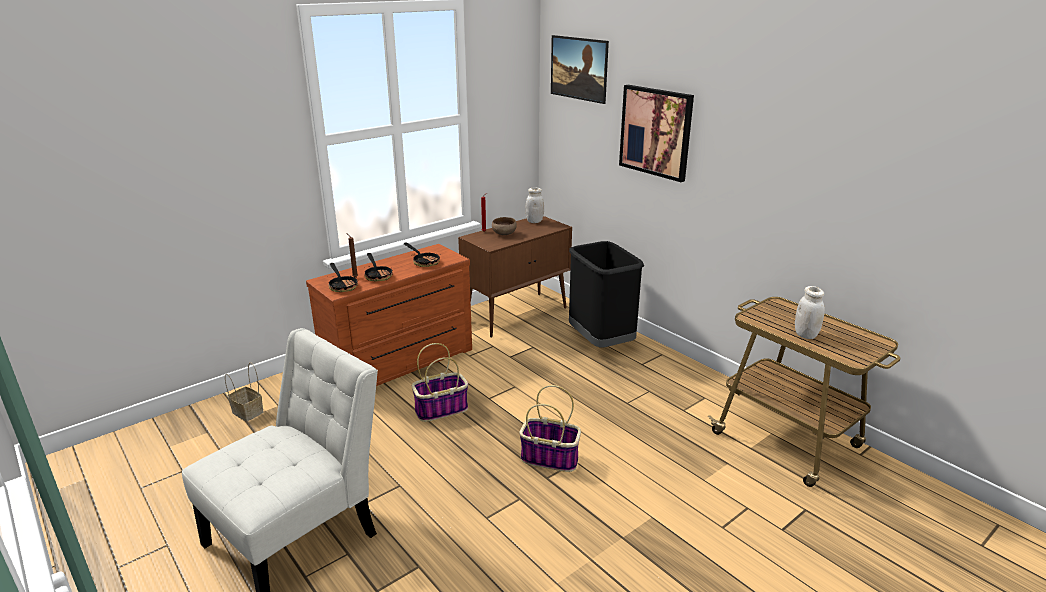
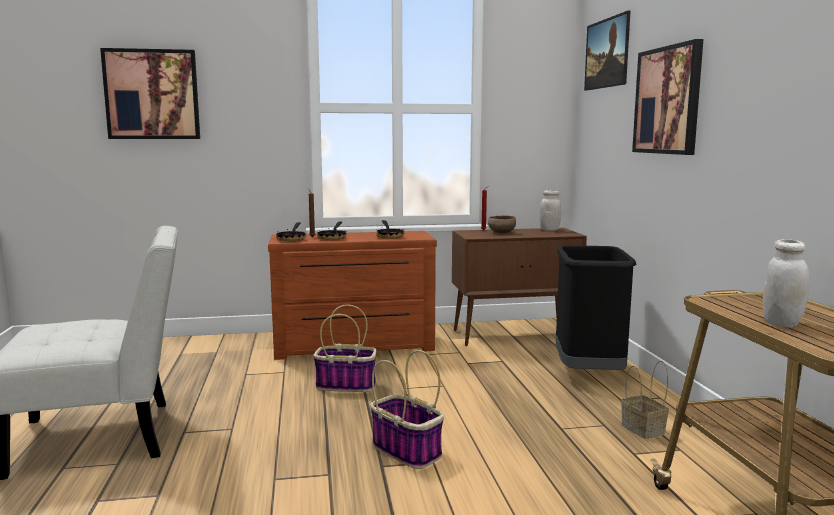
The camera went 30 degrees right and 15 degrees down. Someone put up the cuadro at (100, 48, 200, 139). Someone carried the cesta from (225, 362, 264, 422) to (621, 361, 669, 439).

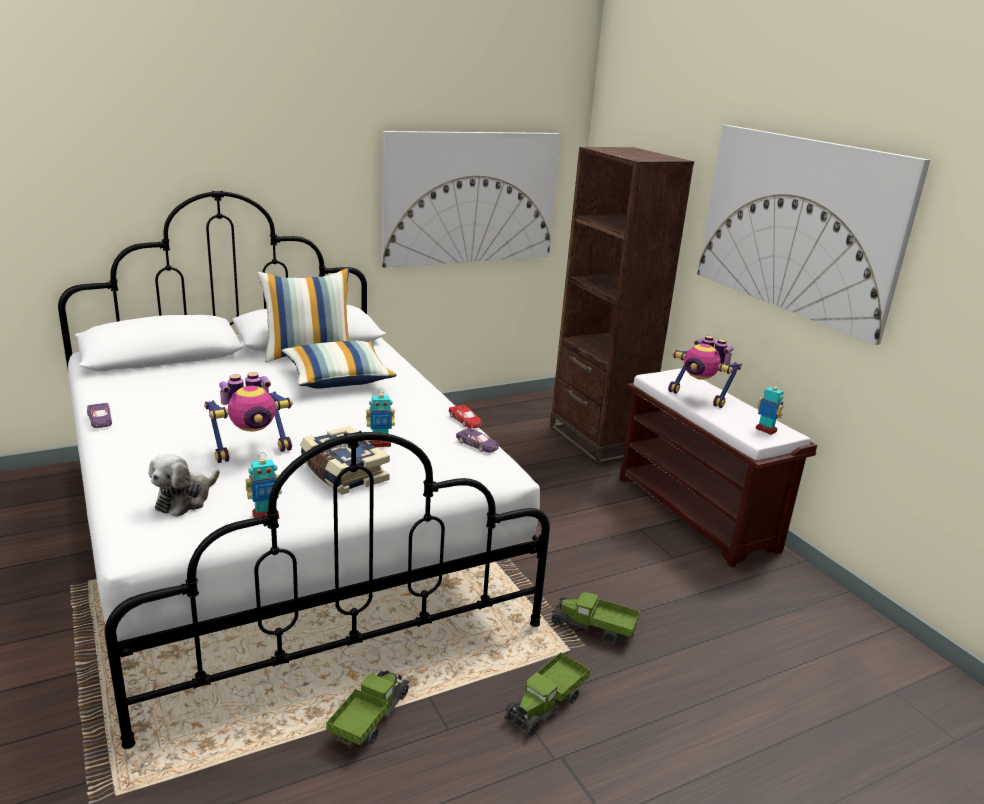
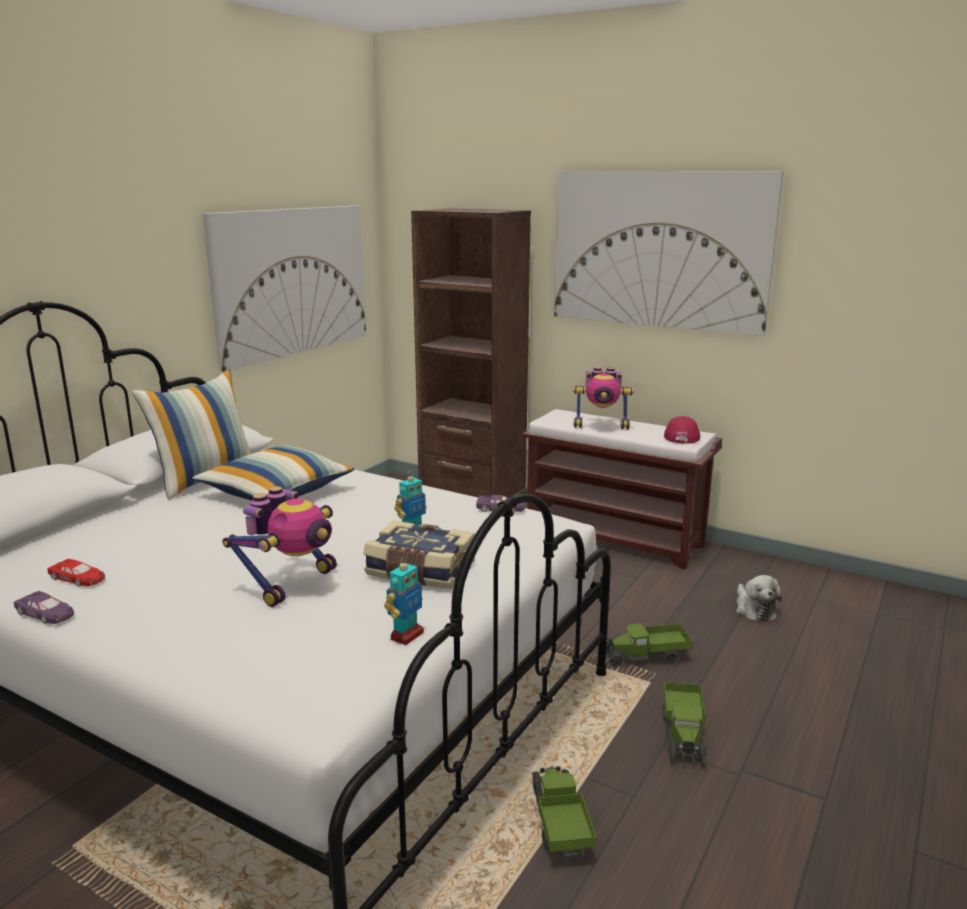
The camera went 30 degrees left and 5 degrees down. Someone carried the peluche from (149, 454, 220, 517) to (736, 575, 782, 622). Someone carried the coche de juguete (rojo) from (449, 405, 482, 428) to (47, 559, 105, 587). Someone swapped the robot de juguete at (756, 383, 783, 435) for the gorra (rojo) at (664, 416, 700, 444).

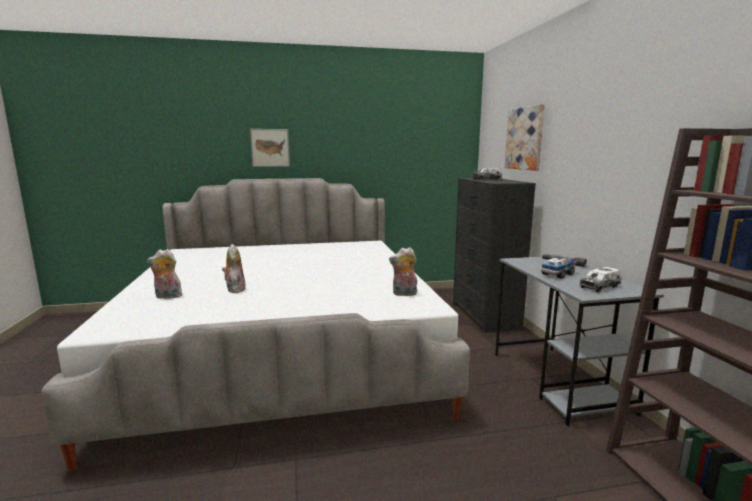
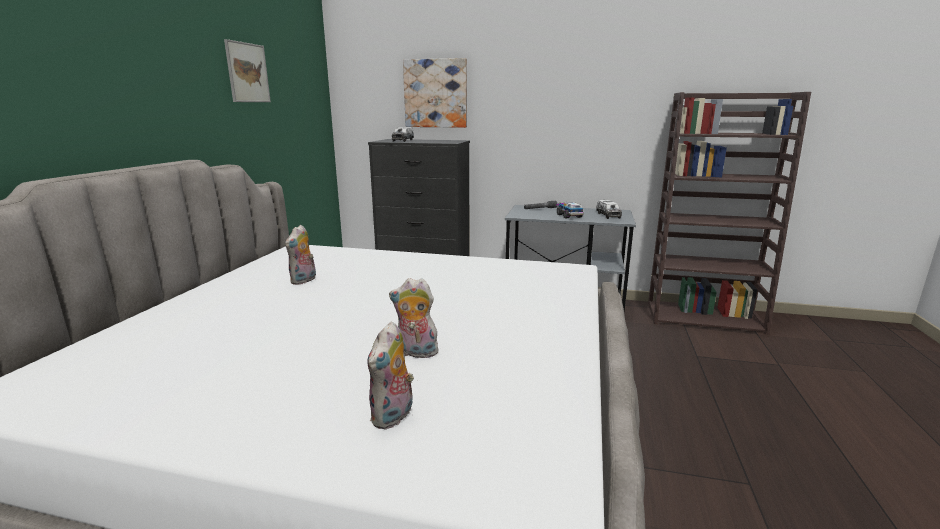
The camera went 65 degrees left and 5 degrees up. Someone carried the cuadro from (250, 129, 290, 167) to (224, 39, 271, 102). Someone carried the peluche from (389, 247, 417, 296) to (285, 225, 316, 285).

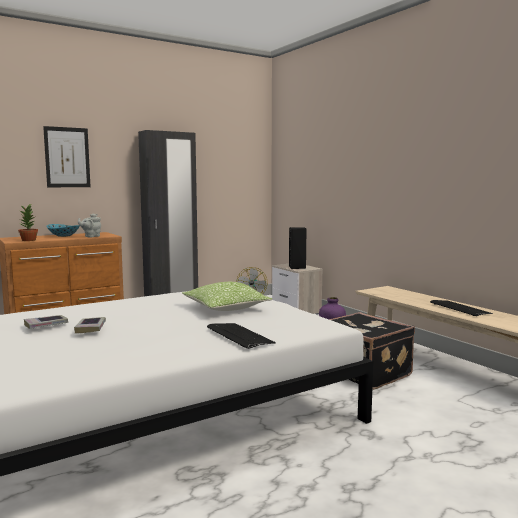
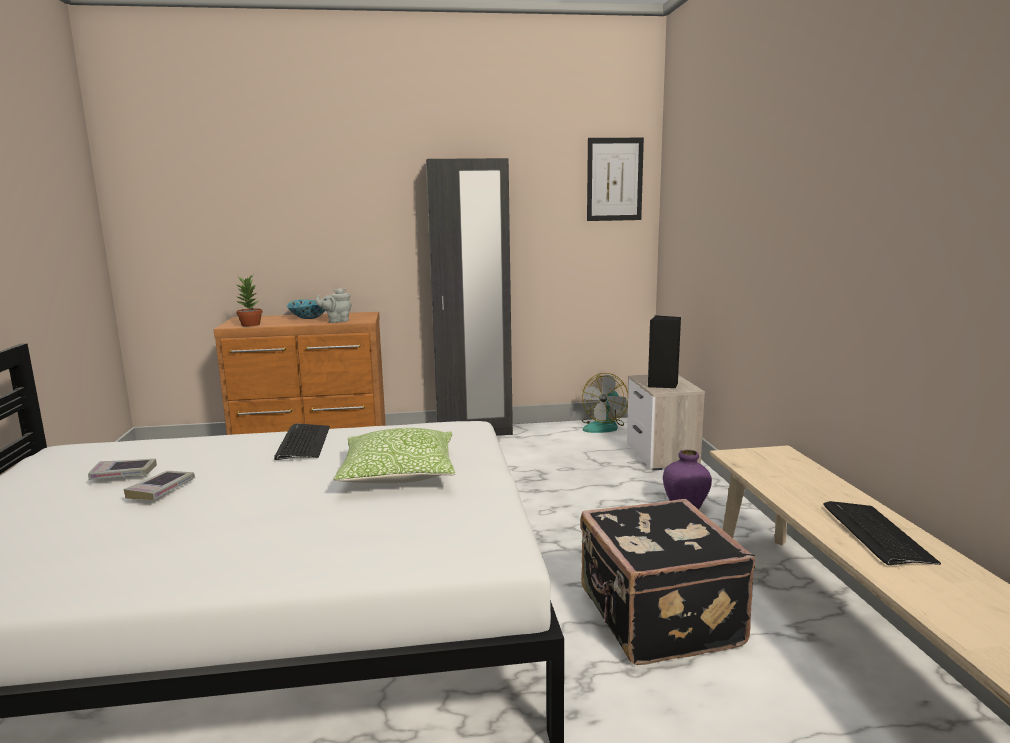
The camera went 25 degrees right and 5 degrees up. Someone carried the cuadro from (43, 126, 91, 187) to (587, 138, 644, 221). Someone carried the teclado from (207, 323, 276, 349) to (274, 423, 330, 460).

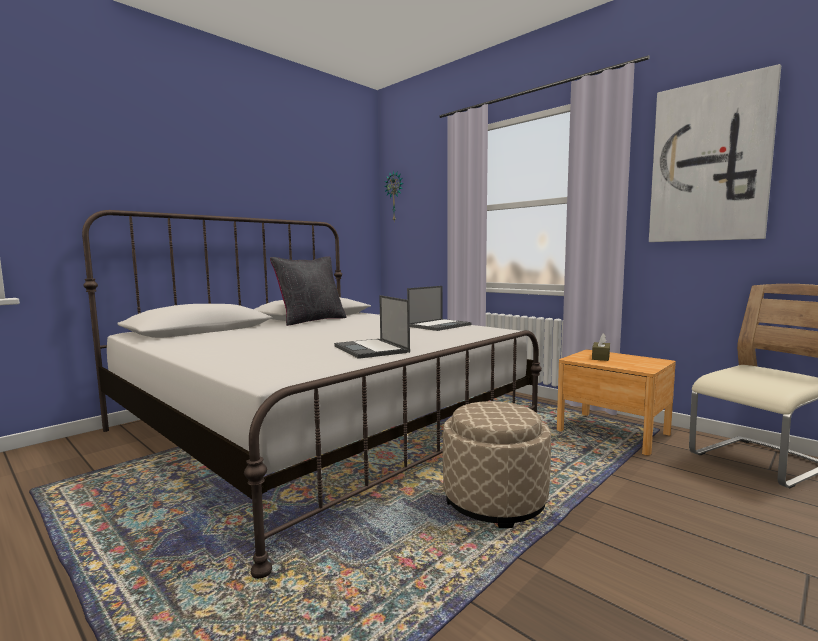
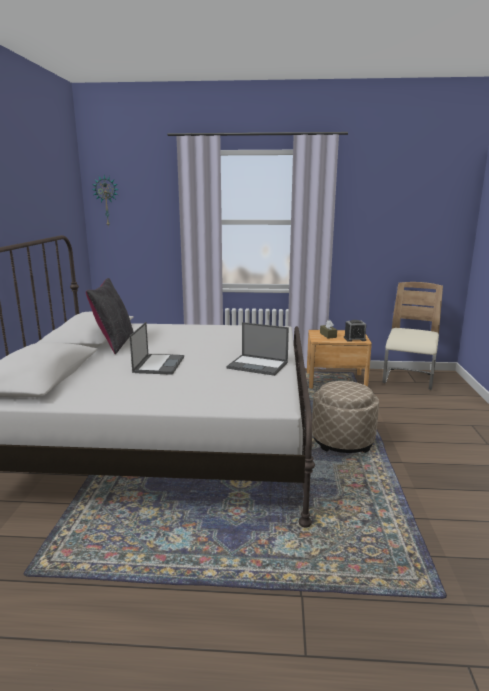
The camera went 40 degrees left and 10 degrees up. Someone took away the cuadro at (649, 64, 781, 242). Someone put down the despertador at (344, 320, 366, 342). Someone carried the portátil from (407, 286, 472, 331) to (130, 322, 184, 375).

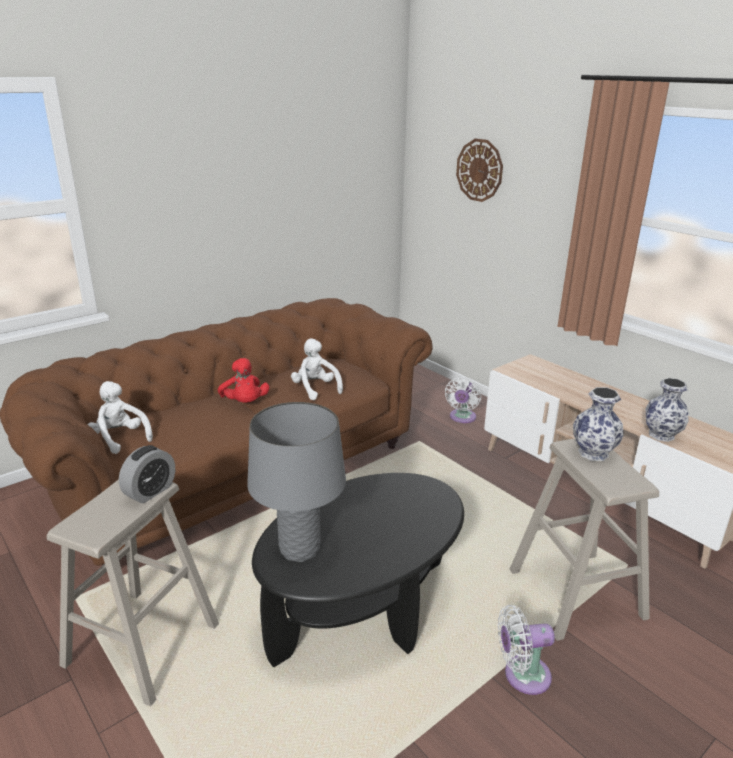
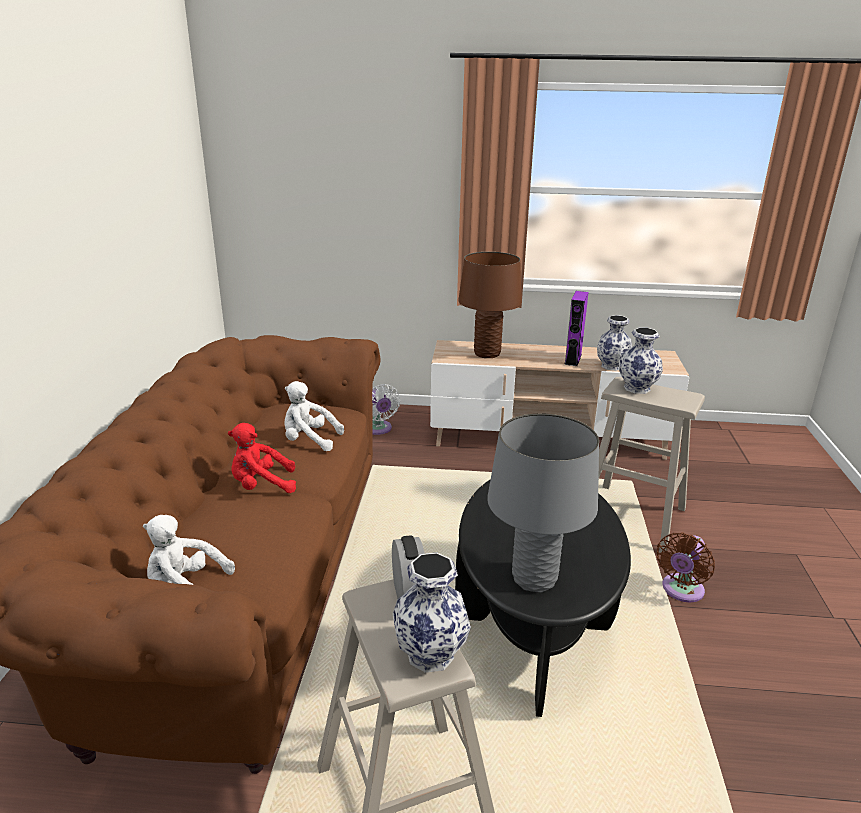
The camera went 45 degrees left and 0 degrees up. Someone took away the reloj de pared at (456, 138, 503, 202). Someone put down the florero at (393, 552, 471, 673). Someone put down the lámpara de mesa (marrón) at (458, 252, 522, 358). Someone put down the altavoz (morado) at (564, 291, 589, 366). Someone repainted the ventilador (blanco) at (498, 605, 555, 695), which became the ventilador (marrón) at (657, 532, 715, 602). Someone rotated the peluche (rojo) at (218, 358, 270, 403) by 150 degrees clockwise.

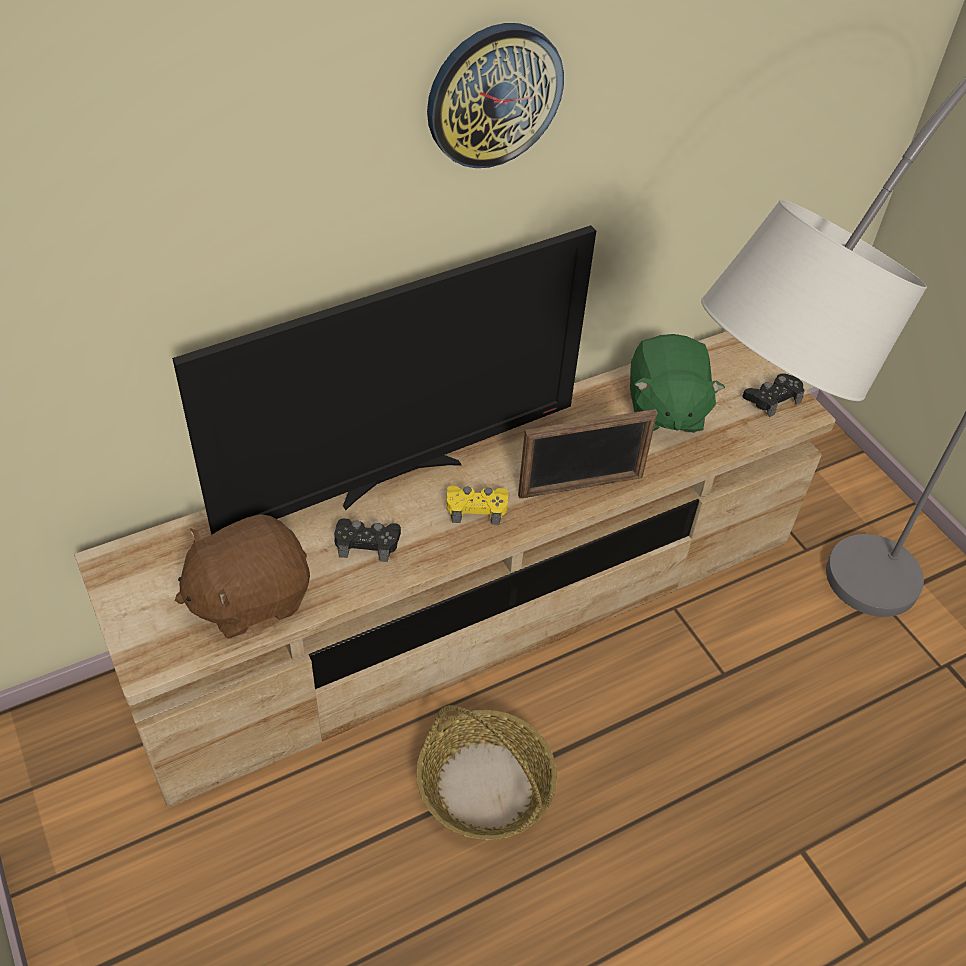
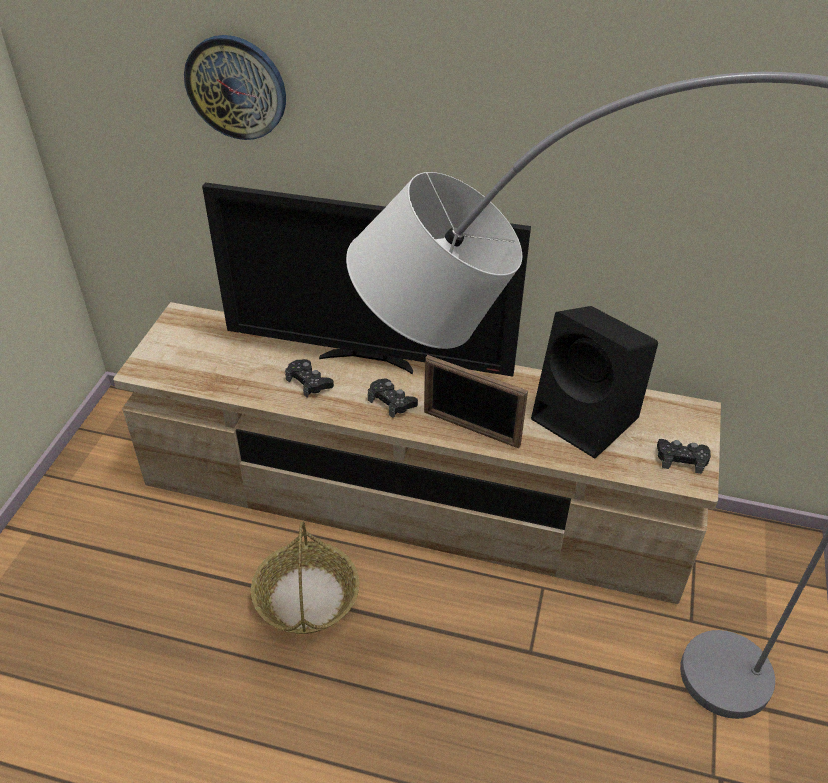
The camera went 45 degrees right and 5 degrees down. Someone took away the peluche (marrón) at (175, 514, 310, 639). Someone carried the reloj de pared from (427, 23, 564, 168) to (184, 35, 286, 140). Someone swapped the peluche (verde) at (630, 334, 725, 433) for the altavoz (negro) at (531, 306, 658, 458). Someone repainted the mando de consola (amarillo) at (446, 486, 508, 525), which became the mando de consola (negro) at (368, 379, 418, 418).

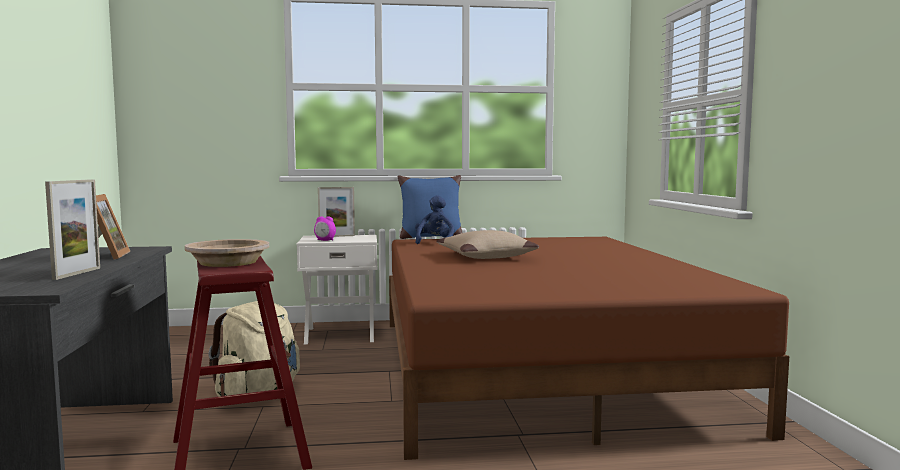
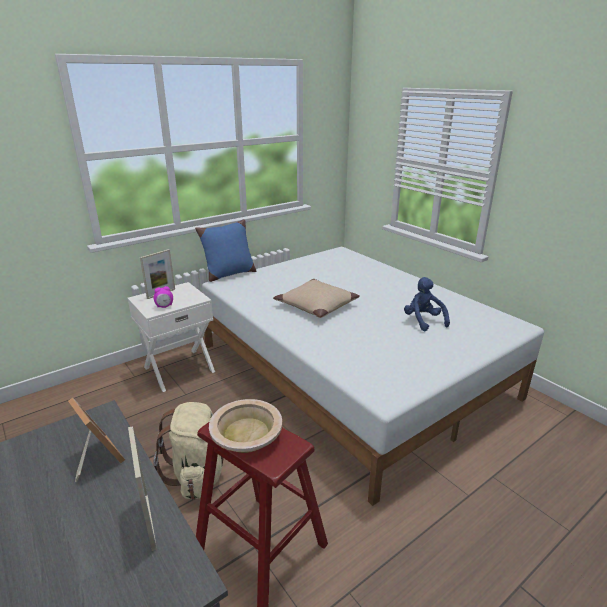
The camera went 30 degrees left and 20 degrees up. Someone carried the peluche (azul) from (415, 195, 454, 244) to (404, 277, 450, 331). Someone repainted the cama (marrón) at (389, 237, 789, 460), which became the cama (blanco) at (202, 247, 544, 506).

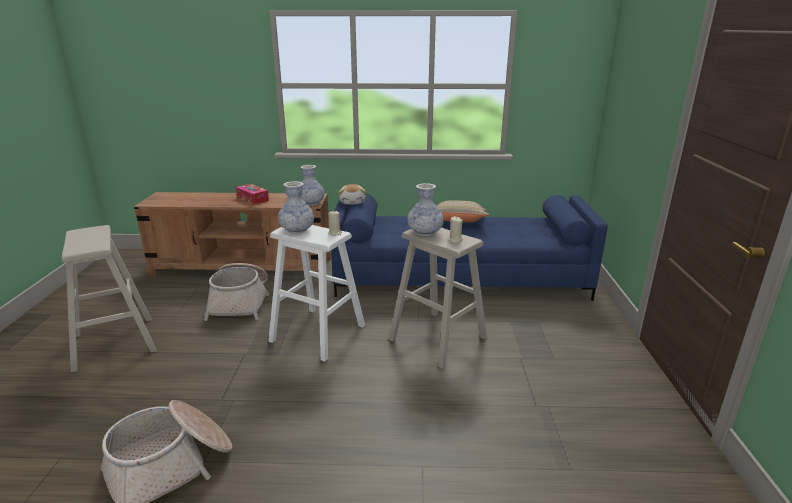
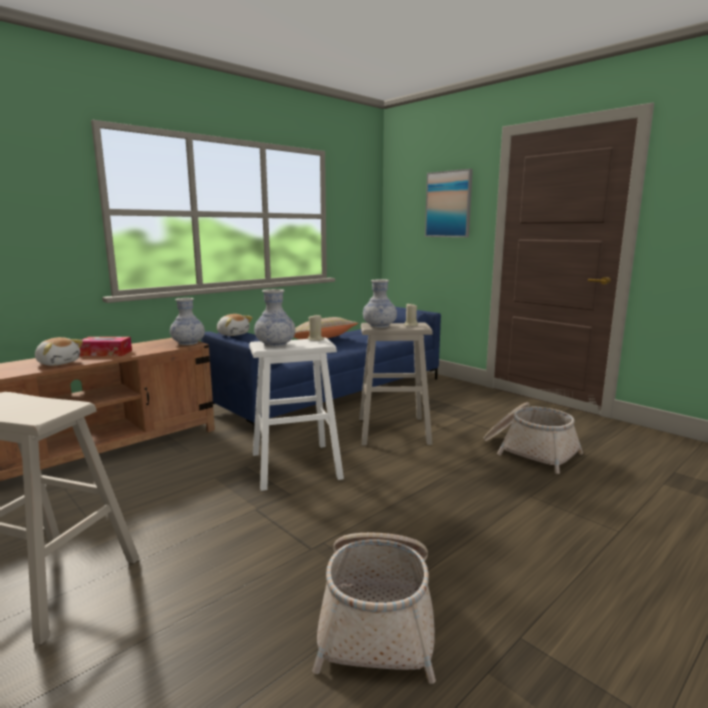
The camera went 45 degrees left and 10 degrees down. Someone put down the peluche at (35, 337, 83, 366). Someone put up the cuadro at (425, 169, 473, 237). Someone carried the cesta from (204, 263, 269, 321) to (483, 402, 583, 474).

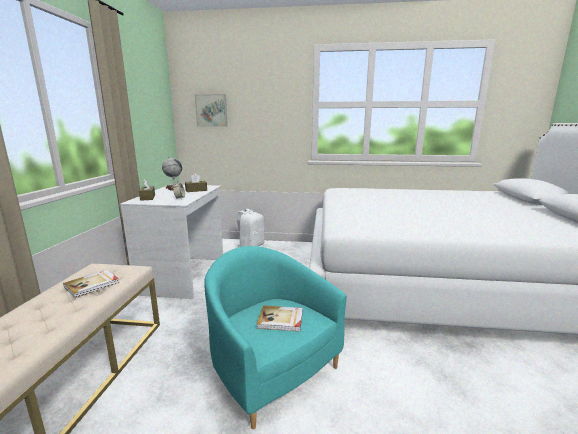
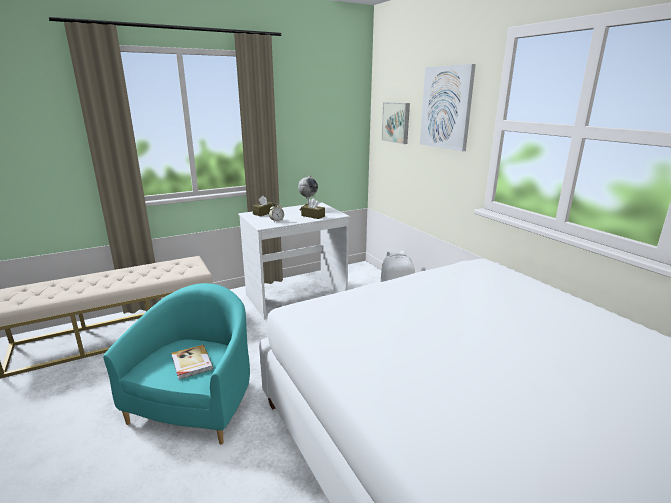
The camera went 55 degrees right and 5 degrees up. Someone took away the libro at (63, 270, 119, 298). Someone put up the cuadro at (420, 64, 476, 151).

